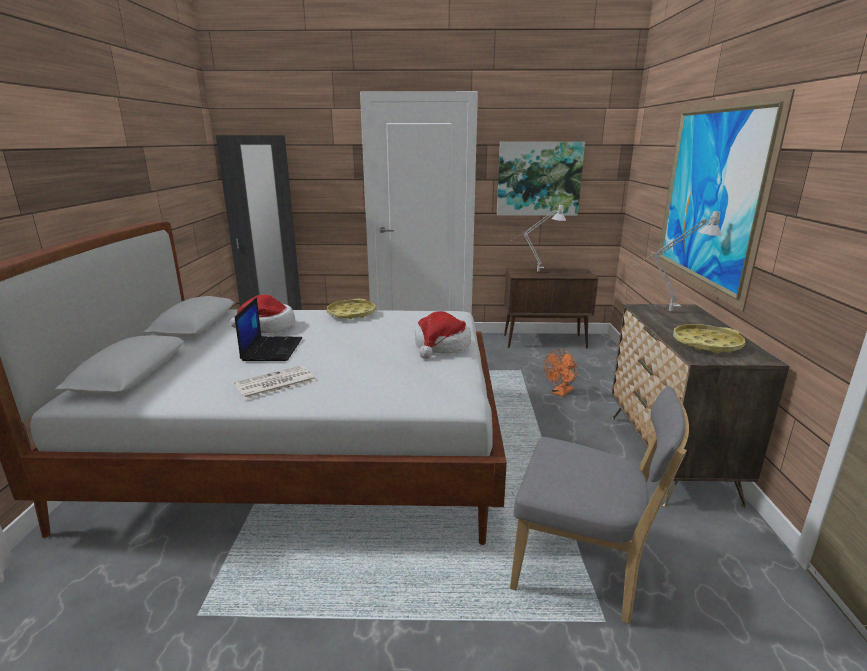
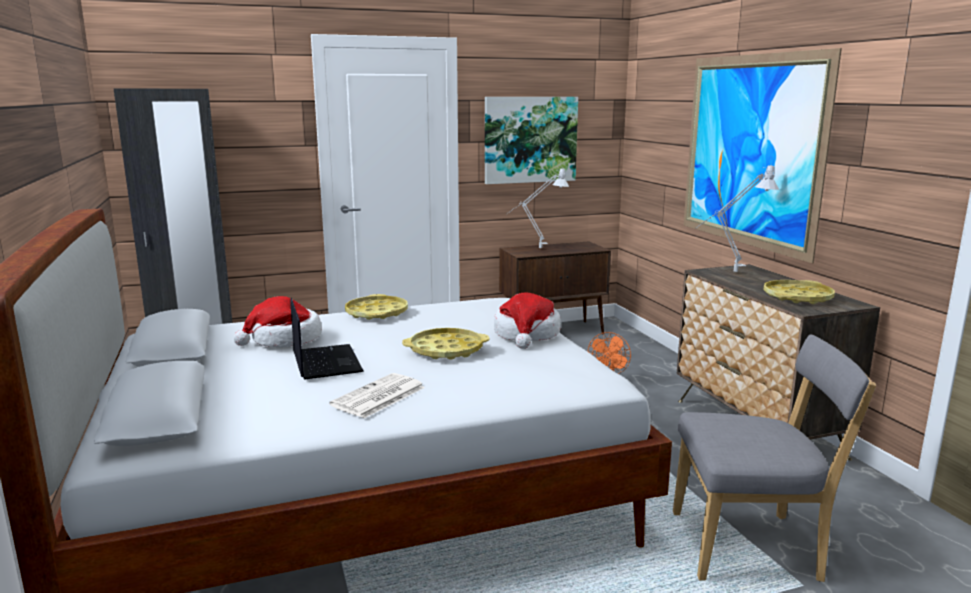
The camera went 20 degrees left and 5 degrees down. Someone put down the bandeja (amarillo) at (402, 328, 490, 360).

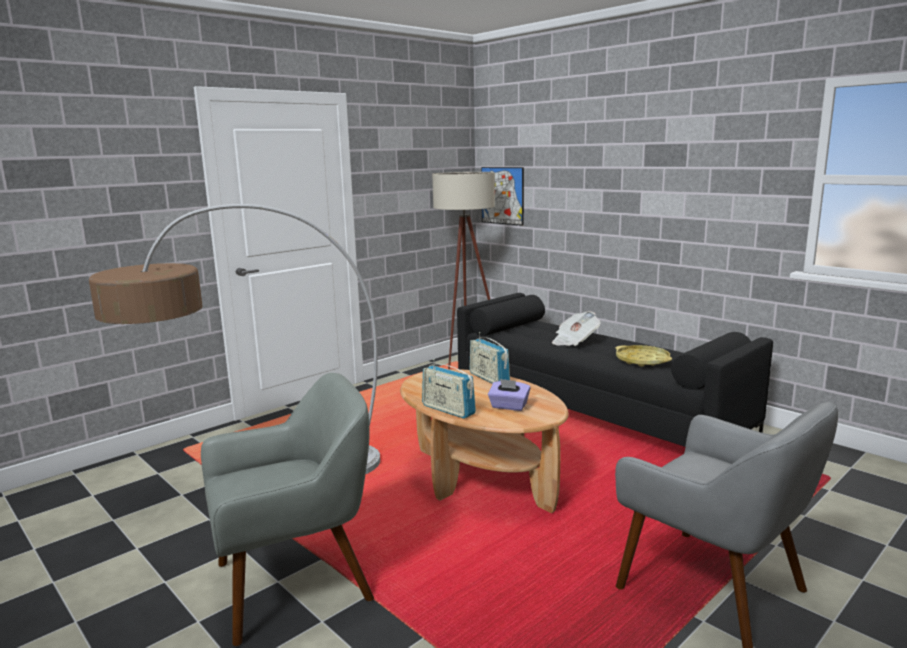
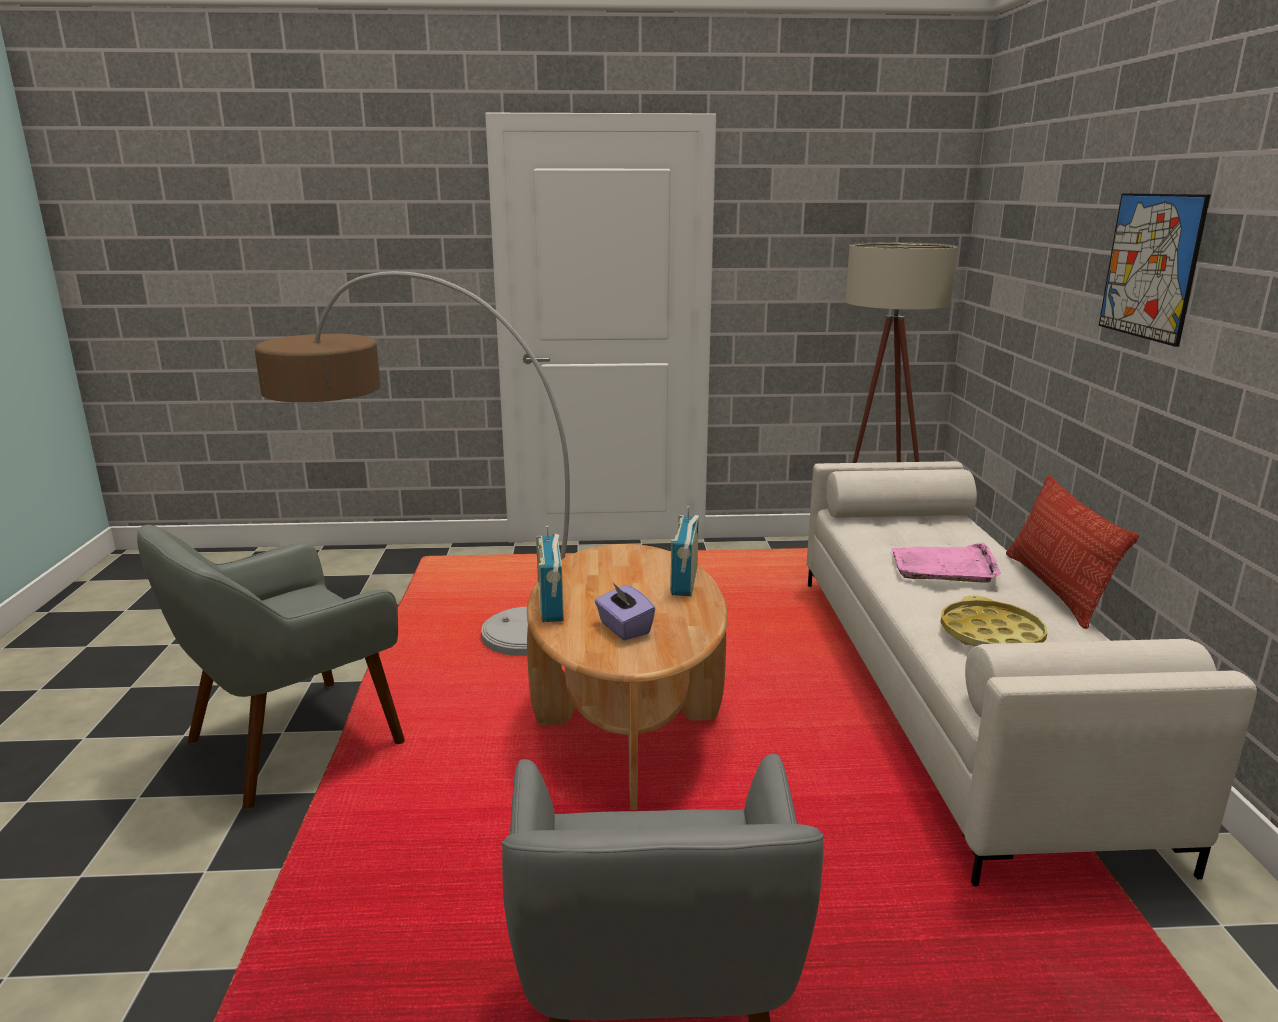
The camera went 40 degrees right and 5 degrees up. Someone put down the cojín at (1006, 475, 1139, 629). Someone carried the cuadro from (481, 167, 524, 226) to (1099, 193, 1210, 347). Someone swapped the periódico at (552, 311, 601, 346) for the bandeja (rosa) at (891, 543, 1001, 583). Someone repainted the sofá (negro) at (457, 293, 773, 447), which became the sofá (blanco) at (807, 461, 1257, 886). Someone rotated the sillón (gris) at (201, 373, 374, 646) by 120 degrees clockwise.

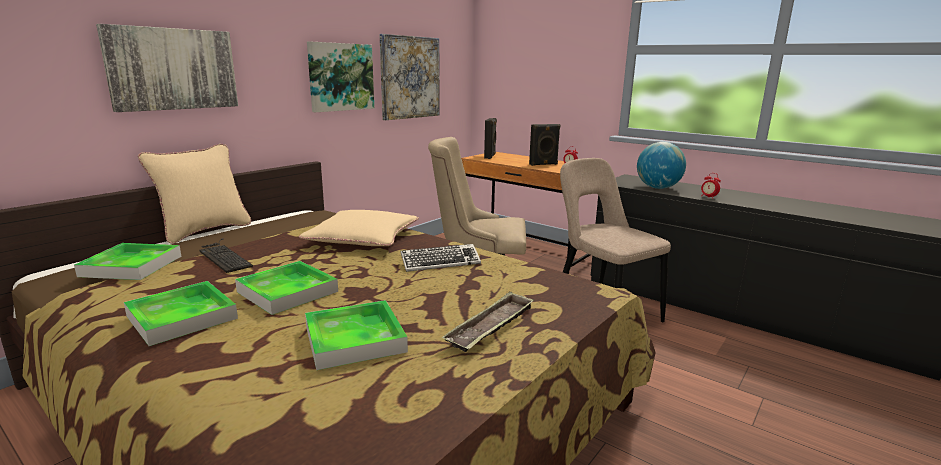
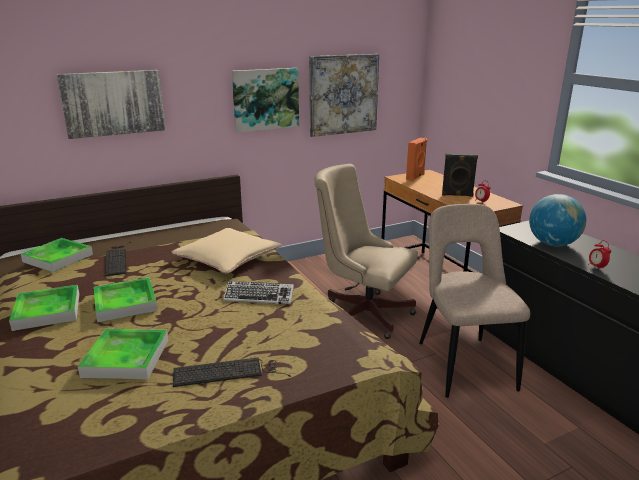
The camera went 25 degrees right and 5 degrees up. Someone took away the cojín (beis) at (138, 144, 251, 244). Someone swapped the bandeja at (442, 291, 534, 352) for the teclado at (173, 357, 291, 387). Someone repainted the altavoz (negro) at (484, 118, 497, 159), which became the altavoz (naranja) at (406, 138, 427, 181).

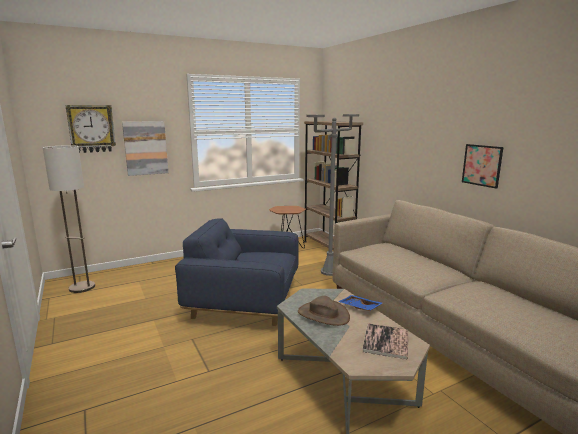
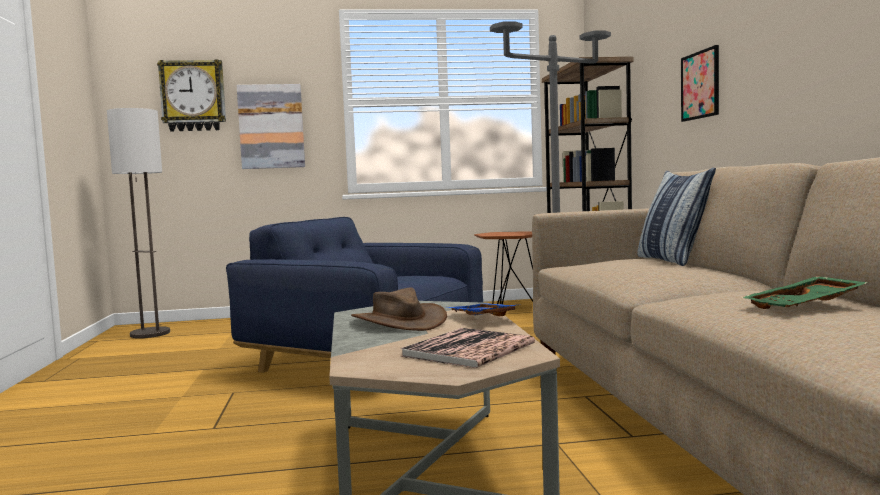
The camera went 20 degrees right and 10 degrees down. Someone put down the cojín at (637, 168, 716, 266). Someone put down the bandeja (verde) at (741, 276, 870, 309). Someone carried the cuadro from (462, 144, 504, 189) to (681, 45, 719, 122).

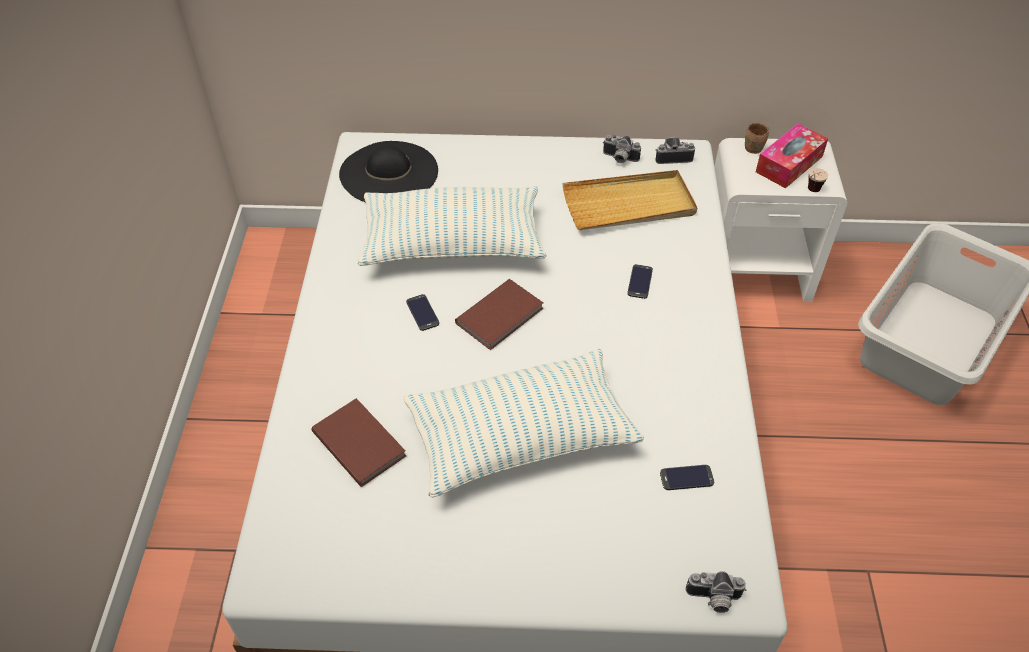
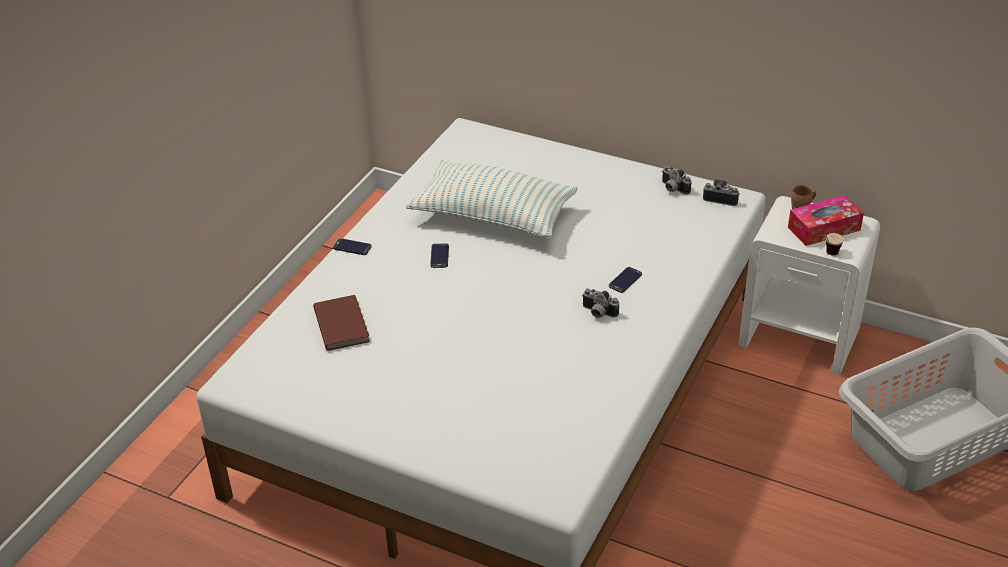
The camera went 25 degrees right and 10 degrees down. Someone took away the sombrero (negro) at (339, 141, 438, 202). Someone took away the cojín at (404, 349, 644, 498). Someone took away the libro (marrón) at (455, 279, 544, 350). Someone took away the bandeja (beis) at (562, 170, 698, 230). Someone carried the móvil from (660, 465, 714, 490) to (333, 238, 372, 255). Someone carried the cámara from (686, 571, 746, 613) to (582, 289, 619, 318).

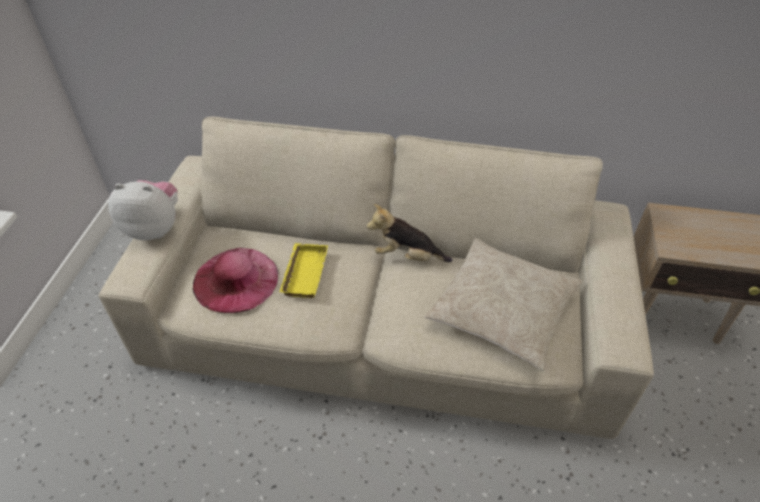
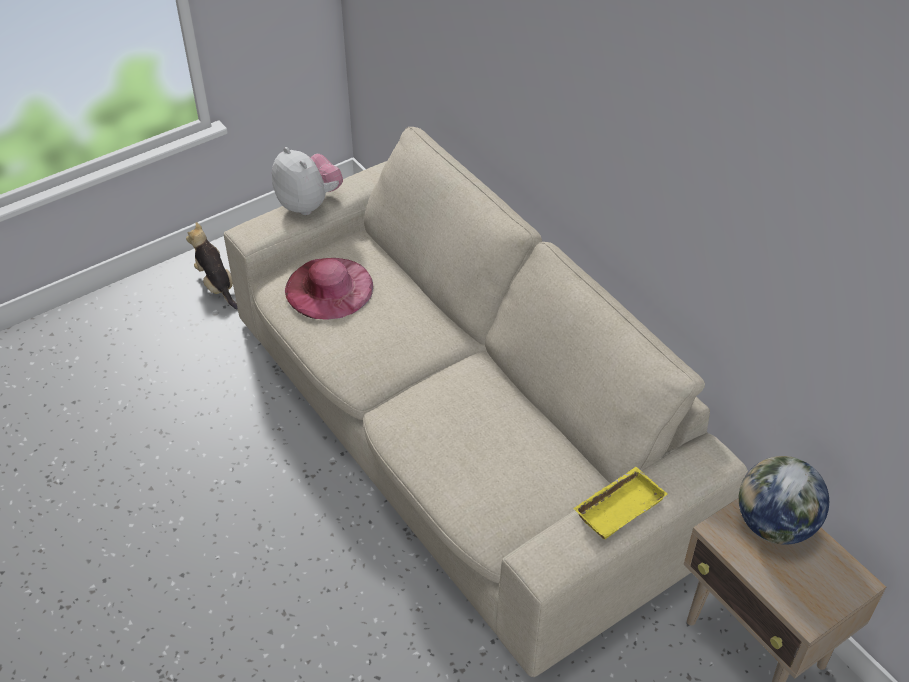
The camera went 45 degrees right and 0 degrees up. Someone took away the cojín (beis) at (425, 238, 582, 371). Someone put down the globo terráqueo at (739, 456, 829, 545). Someone carried the bandeja (amarillo) from (279, 243, 328, 298) to (573, 467, 668, 540). Someone carried the peluche from (367, 204, 452, 262) to (186, 222, 238, 309).

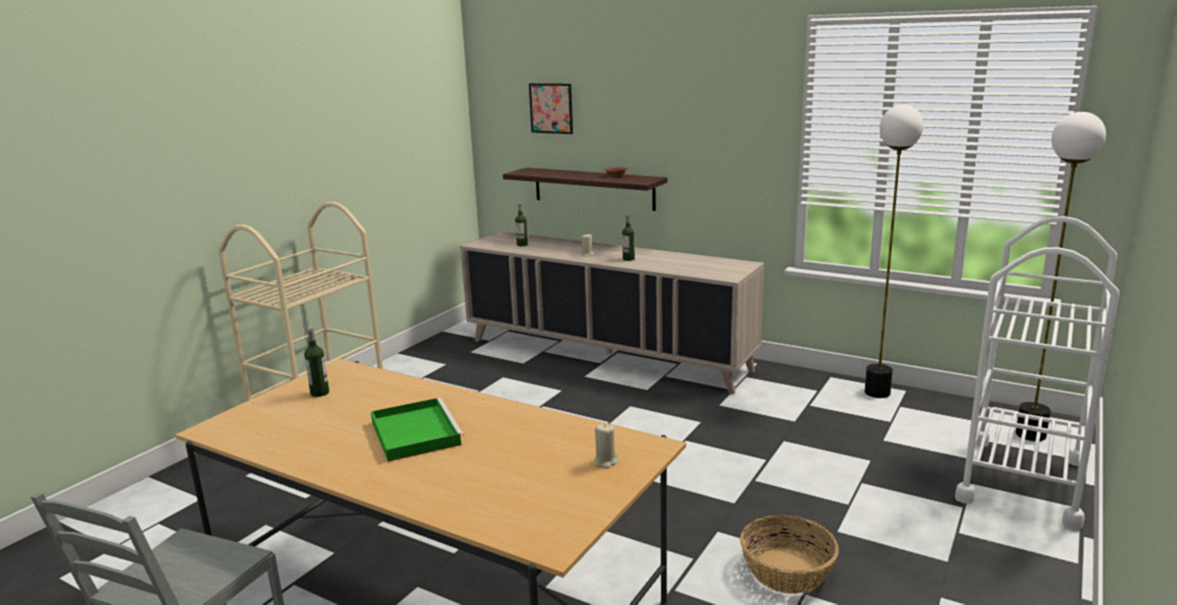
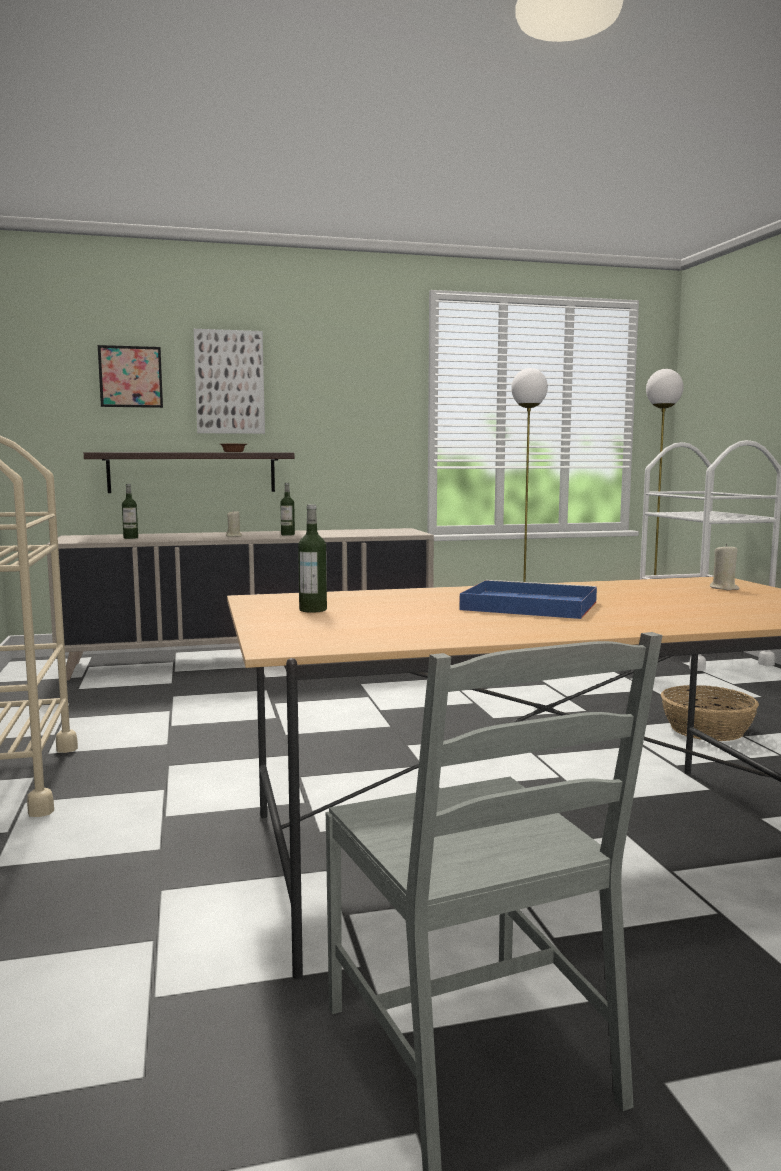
The camera went 45 degrees left and 10 degrees down. Someone put up the cuadro at (194, 329, 265, 434). Someone repainted the bandeja (verde) at (371, 398, 464, 462), which became the bandeja (azul) at (459, 580, 597, 619).

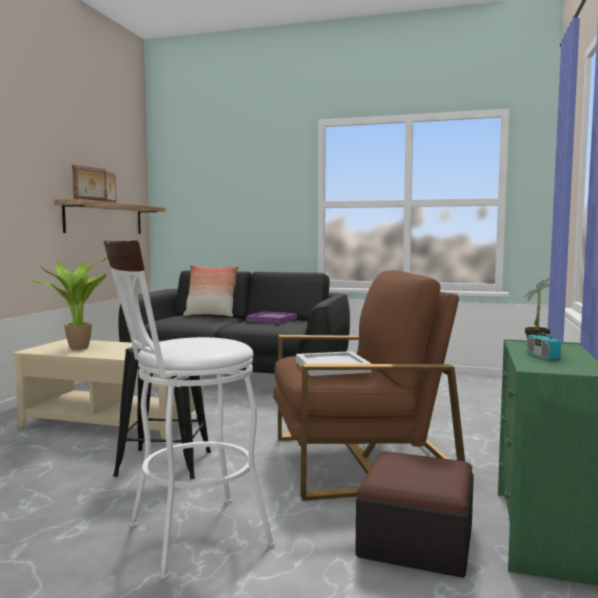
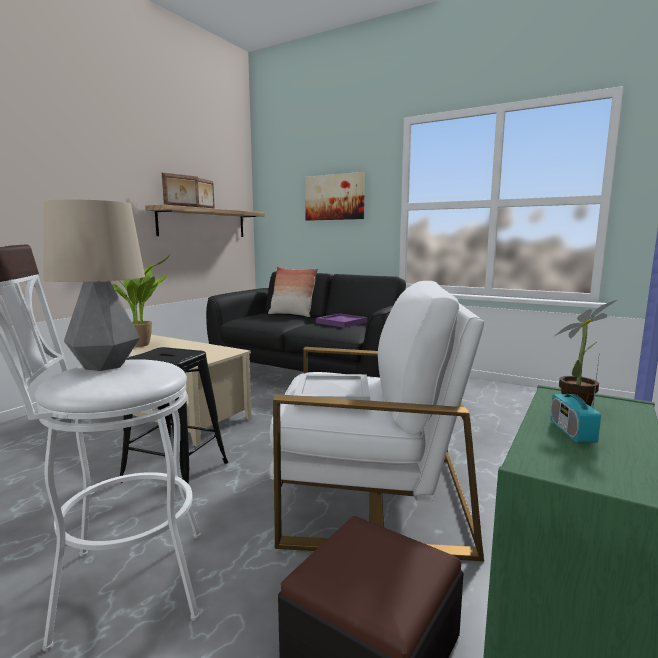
The camera went 15 degrees right and 5 degrees up. Someone put down the lámpara de mesa at (43, 199, 145, 371). Someone put up the cuadro at (305, 172, 365, 221). Someone repainted the sillón (marrón) at (273, 270, 465, 501), which became the sillón (blanco) at (269, 281, 484, 561).

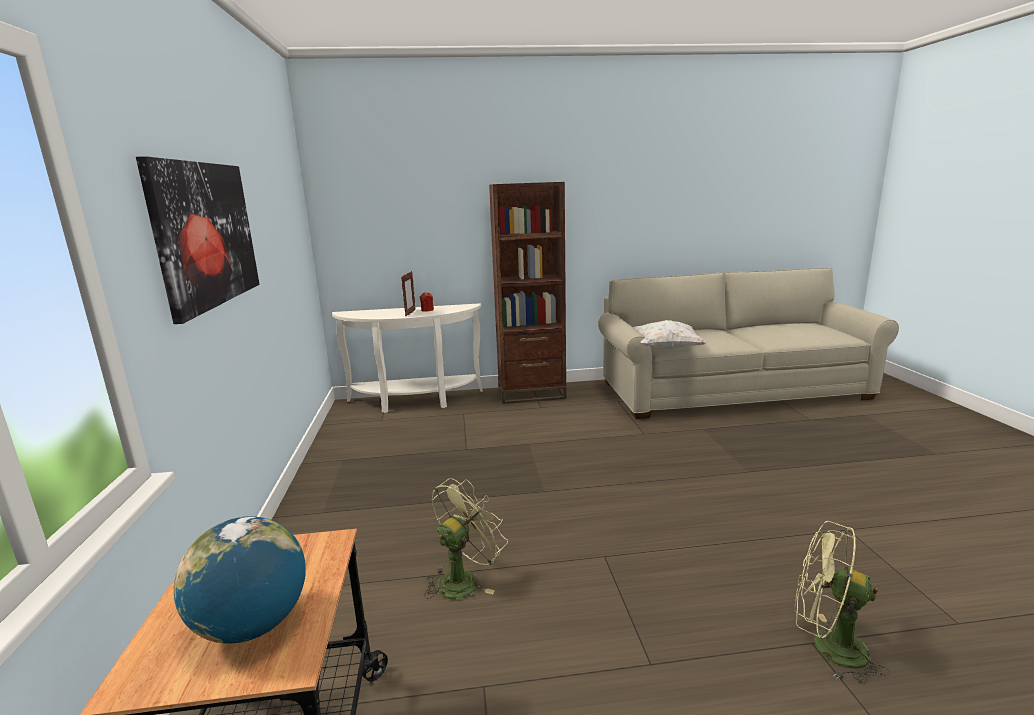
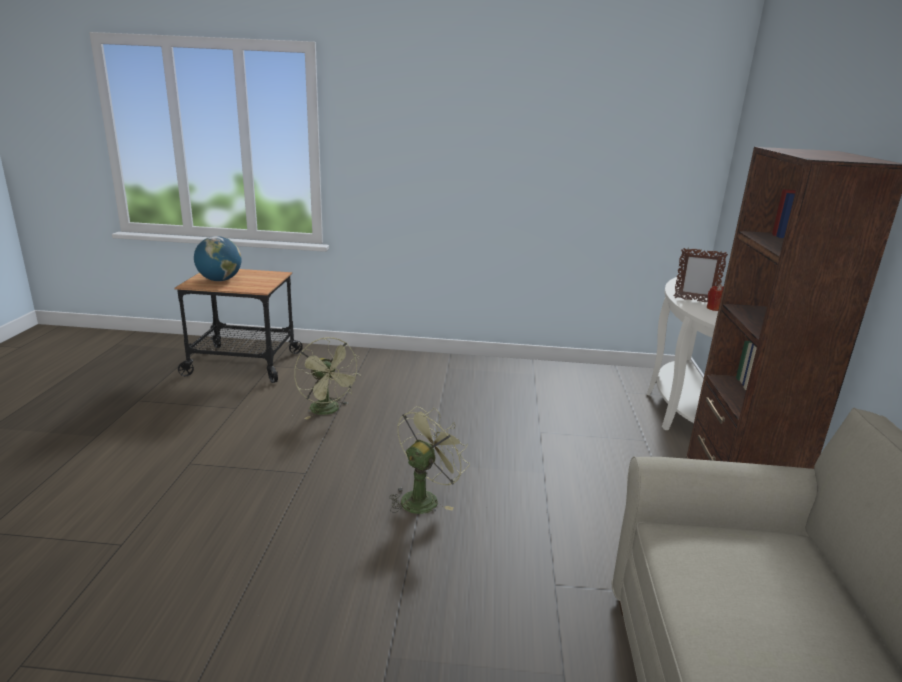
The camera went 100 degrees right and 5 degrees up. Someone took away the cuadro at (136, 156, 259, 324). Someone took away the cojín (blanco) at (633, 320, 707, 349). Someone carried the ventilador (verde) from (794, 521, 889, 685) to (389, 406, 470, 514).

